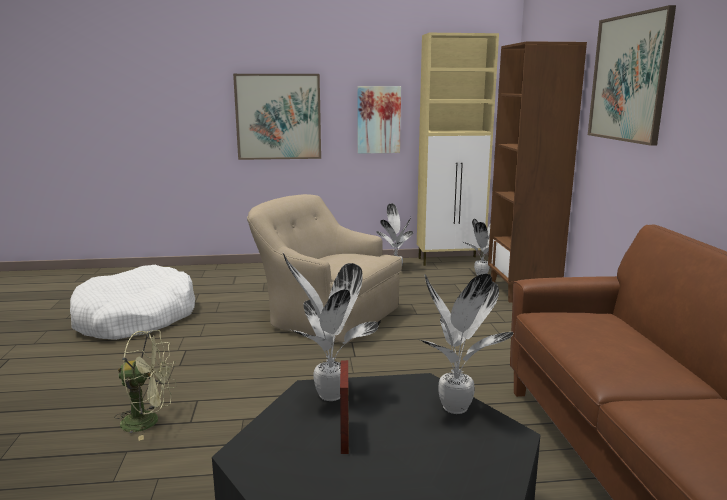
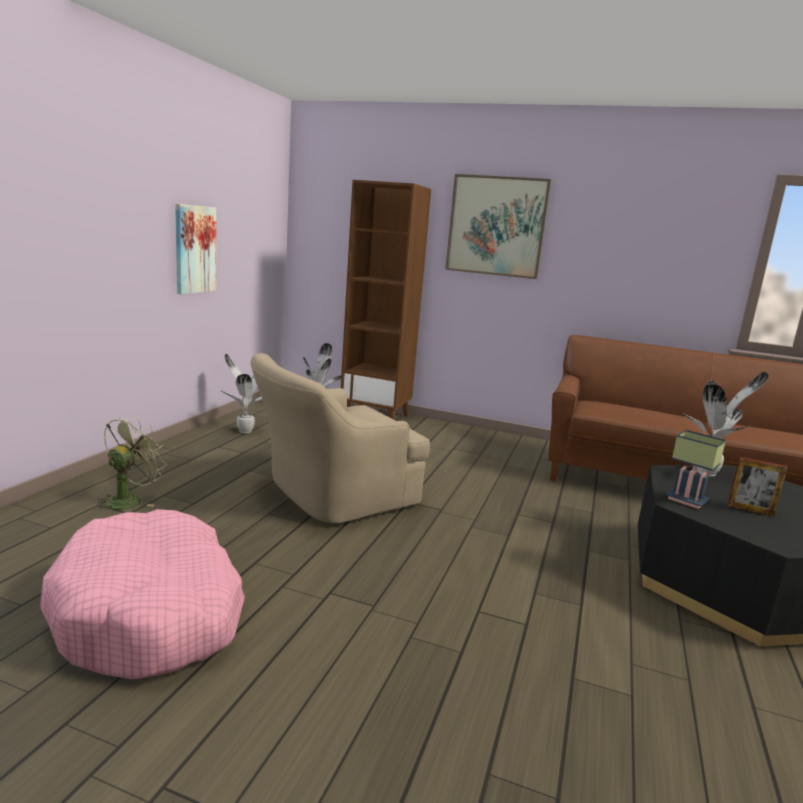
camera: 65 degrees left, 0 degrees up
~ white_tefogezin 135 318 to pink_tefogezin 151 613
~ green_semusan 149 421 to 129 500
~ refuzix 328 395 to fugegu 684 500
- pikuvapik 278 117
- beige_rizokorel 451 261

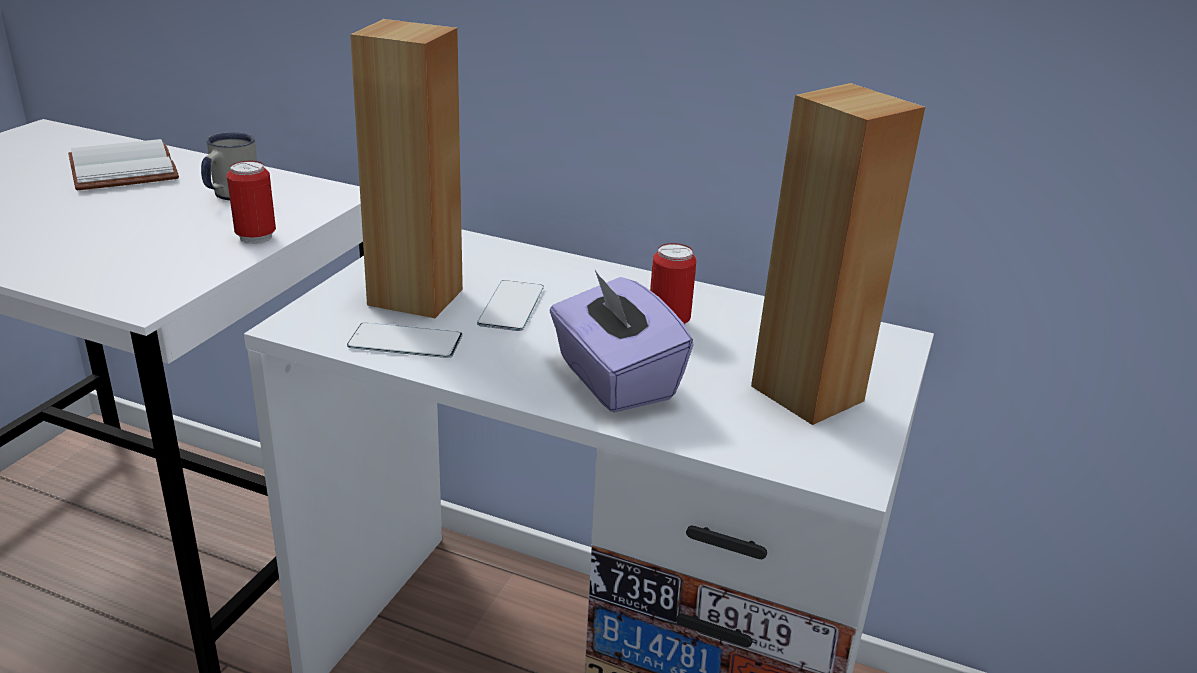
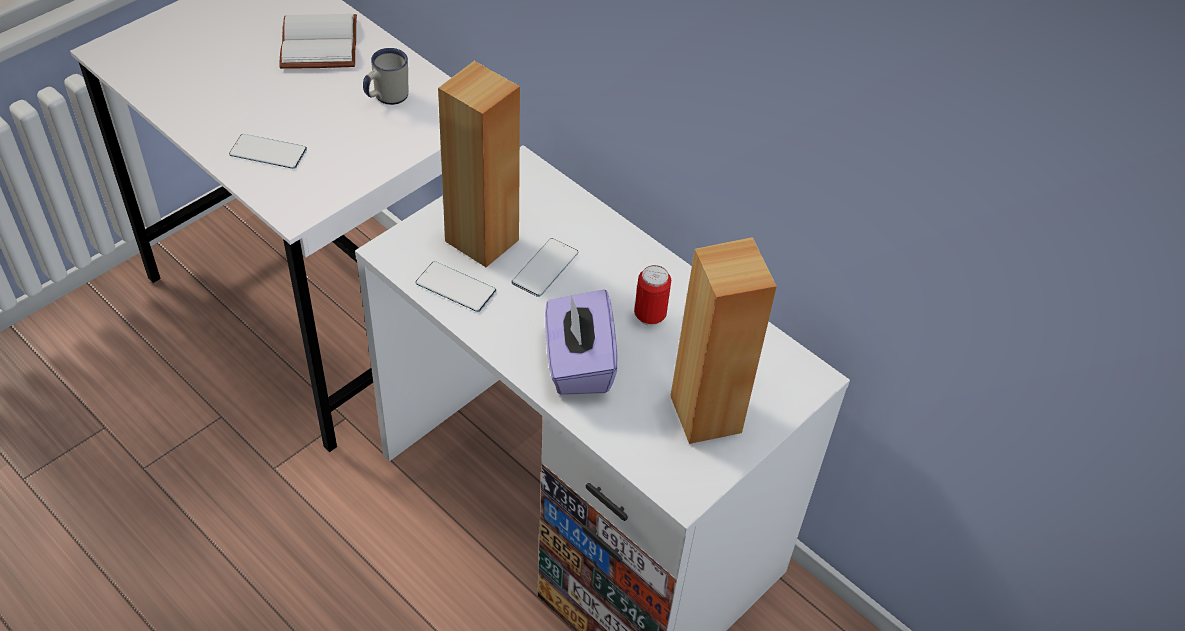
camera: 20 degrees right, 20 degrees up
+ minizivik 268 152
- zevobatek 256 237

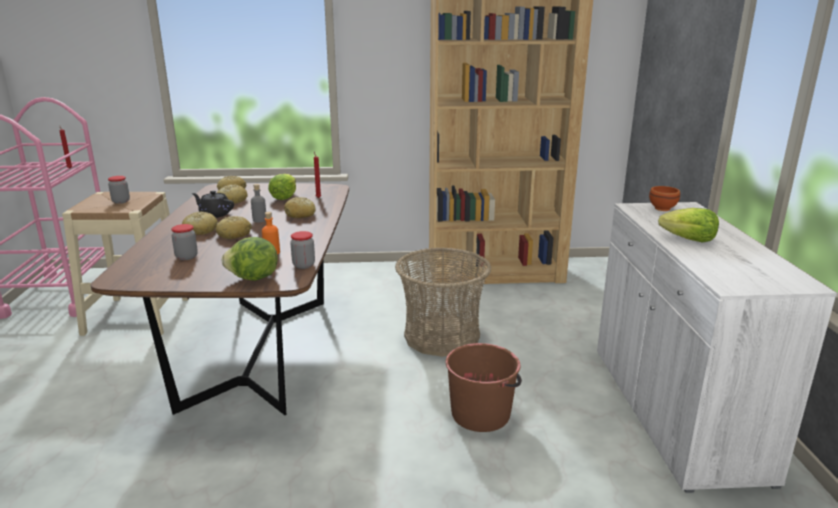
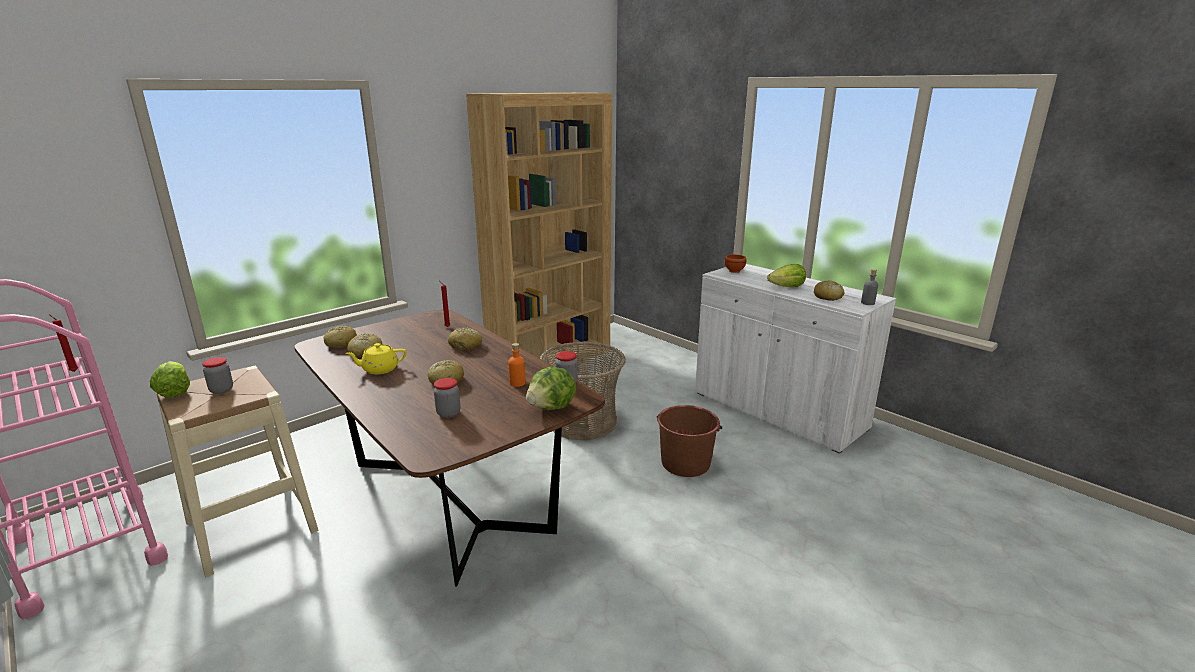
camera: 40 degrees left, 0 degrees up
~ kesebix 284 197 to 174 392
~ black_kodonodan 215 214 to yellow_kodonodan 379 369
~ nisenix 200 231 to 827 297
~ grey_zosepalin 259 220 to 867 303

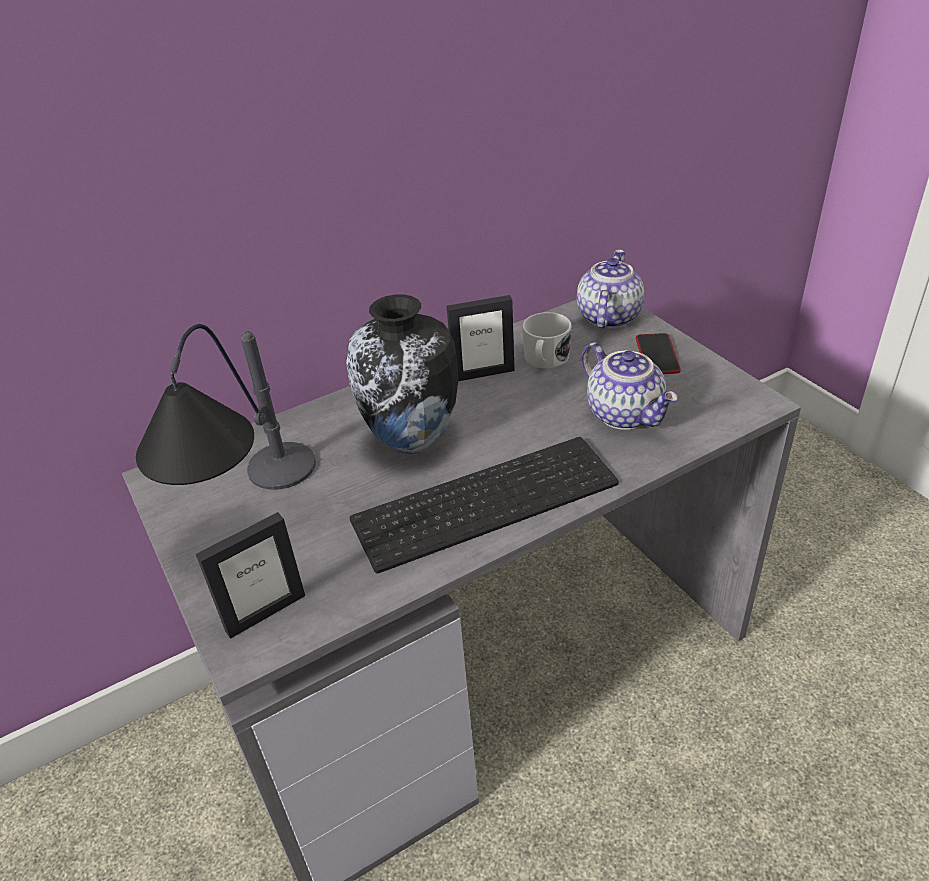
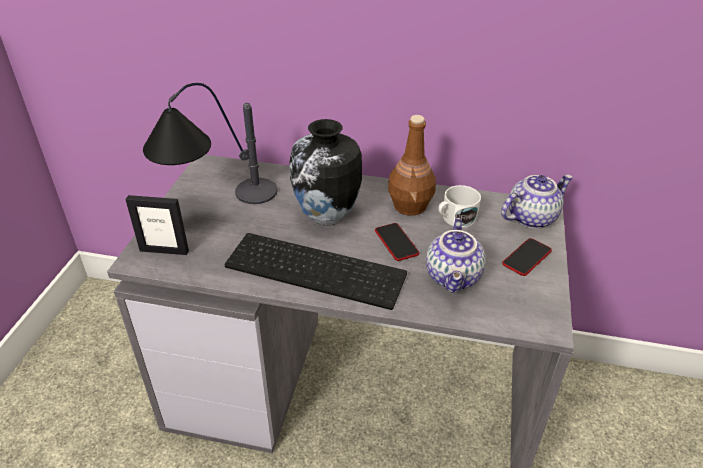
camera: 40 degrees right, 0 degrees up
+ minizivik 396 242
~ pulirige 483 373 to brown_zosepalin 410 206

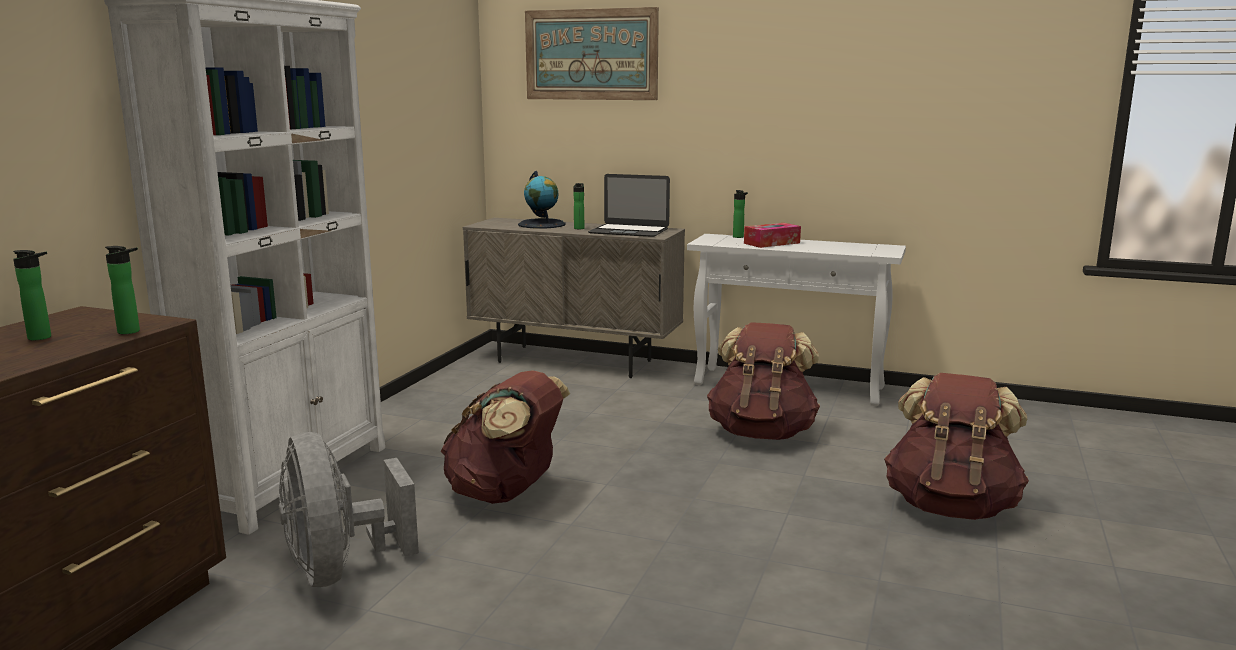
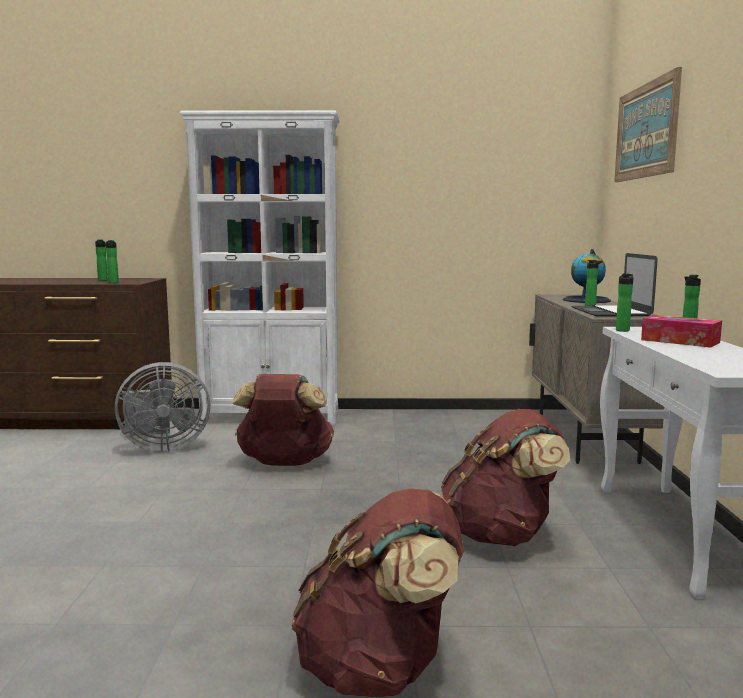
camera: 70 degrees right, 5 degrees down
~ grey_semusan 340 570 = 162 447 150 degrees counterclockwise
+ zosepalin 623 330

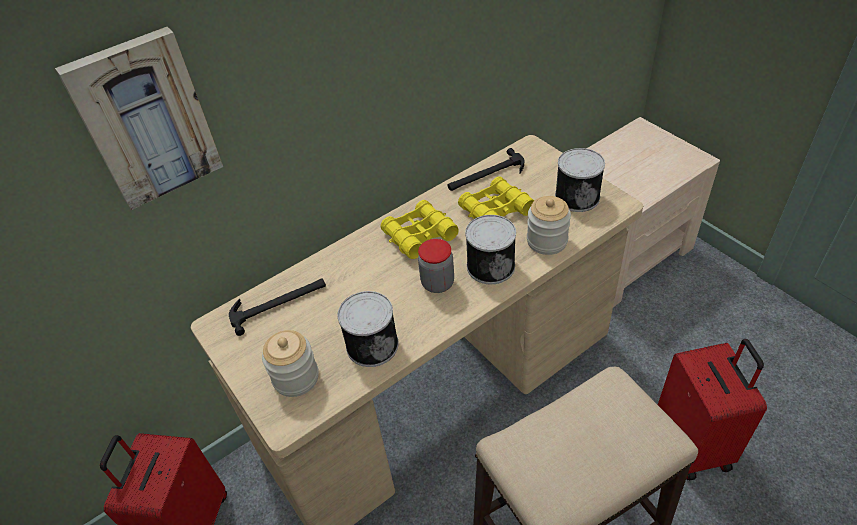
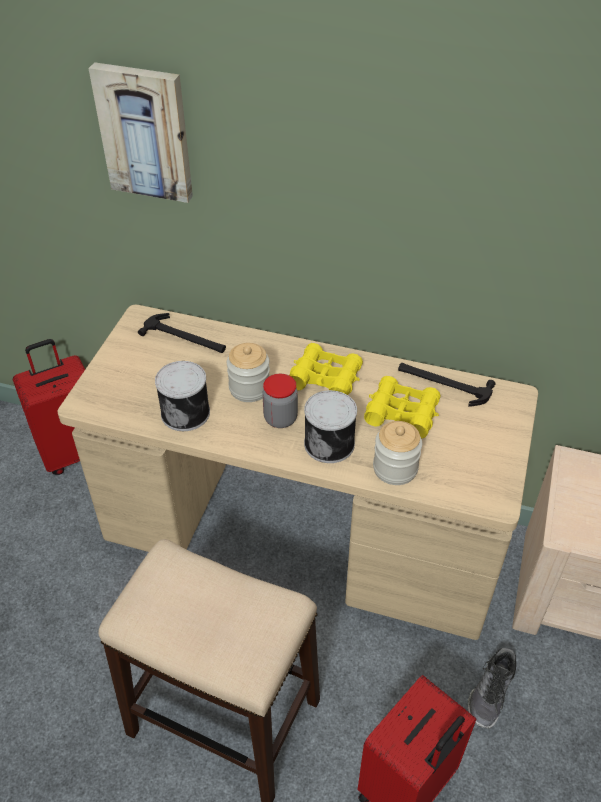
camera: 50 degrees right, 0 degrees up
~ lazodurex 296 377 to 249 388
+ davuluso 491 693
- zevobatek 577 196

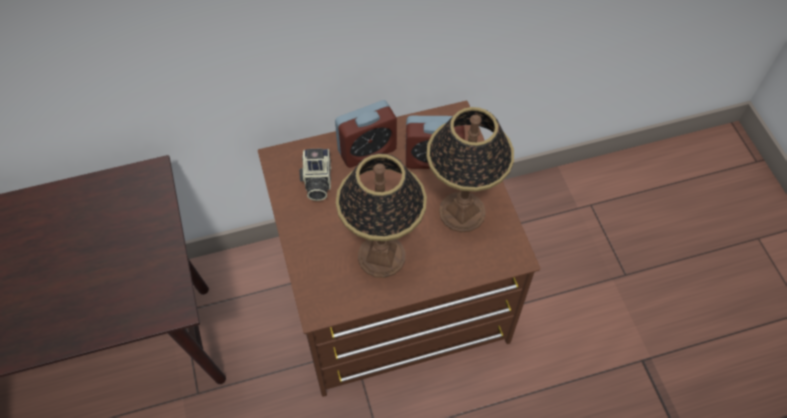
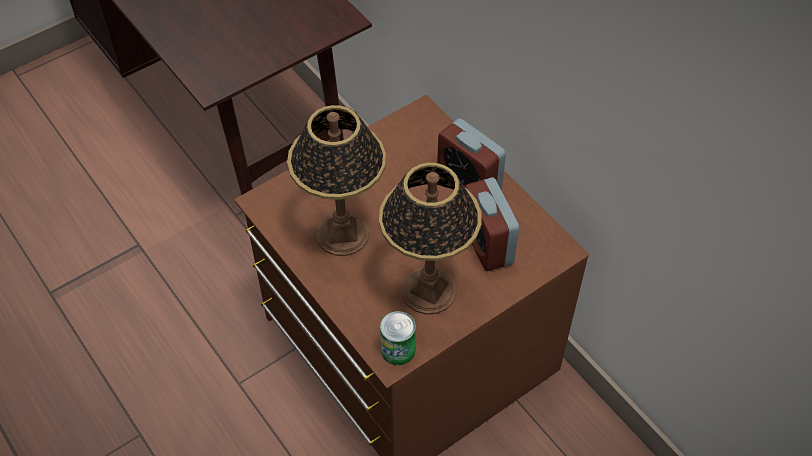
camera: 70 degrees right, 5 degrees down
+ zevobatek 398 350
- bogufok 316 181

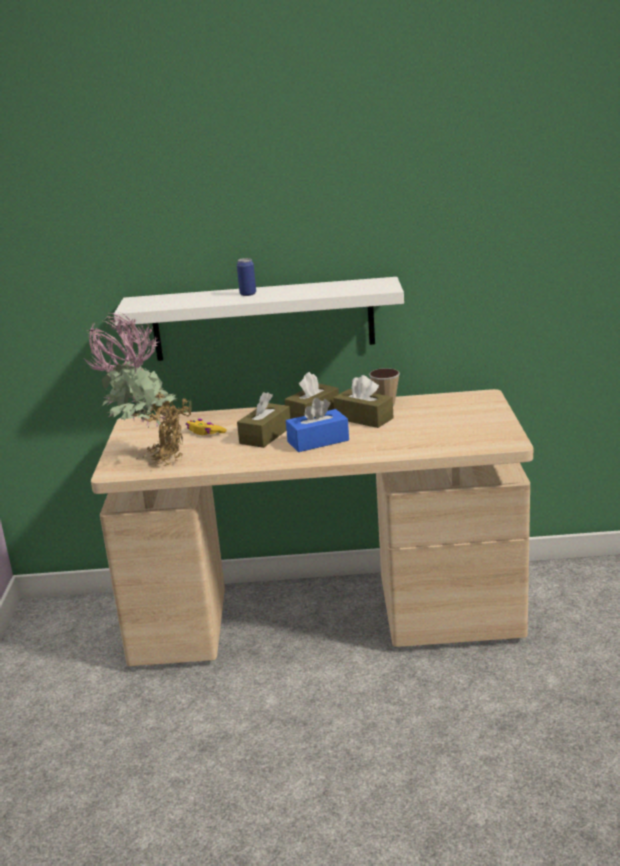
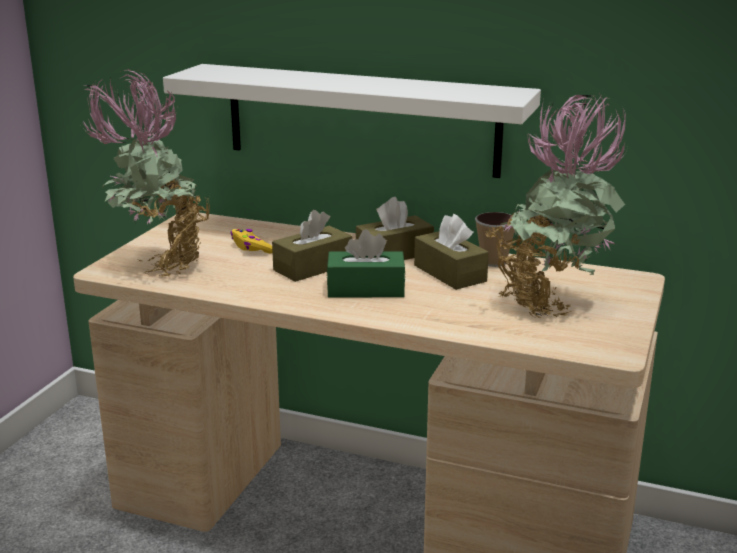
camera: 20 degrees right, 0 degrees up
~ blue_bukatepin 318 441 to green_bukatepin 366 289
+ refuzix 549 303
- zevobatek 248 294

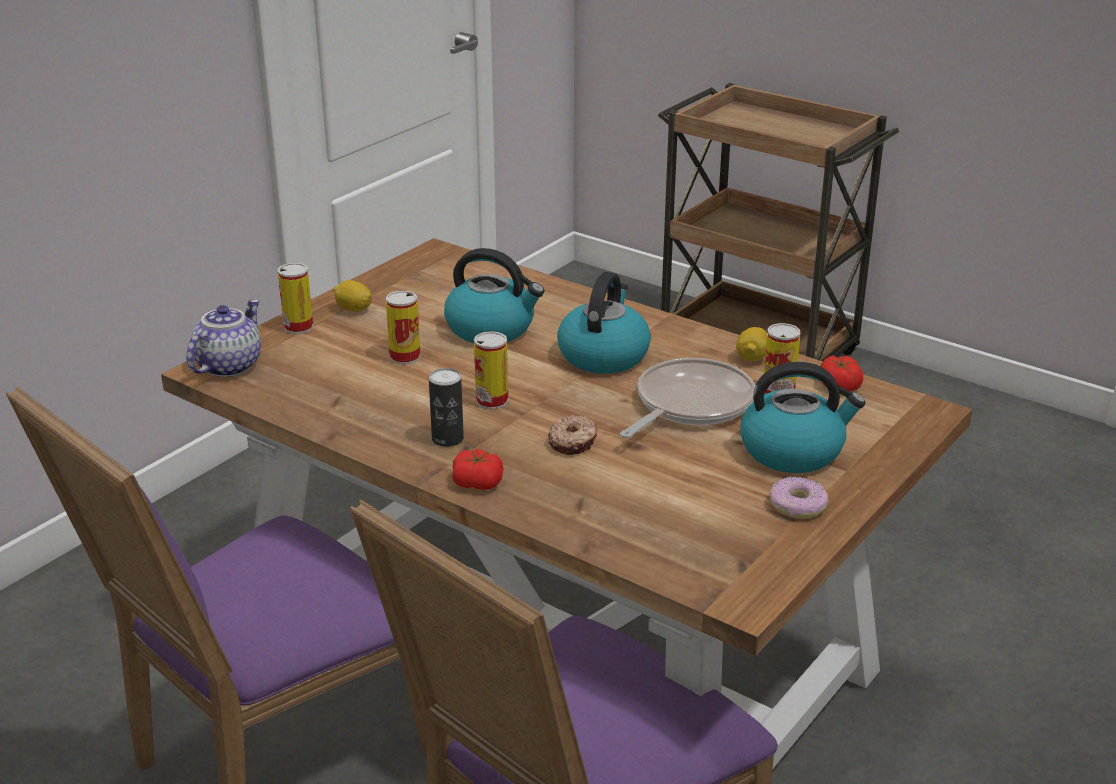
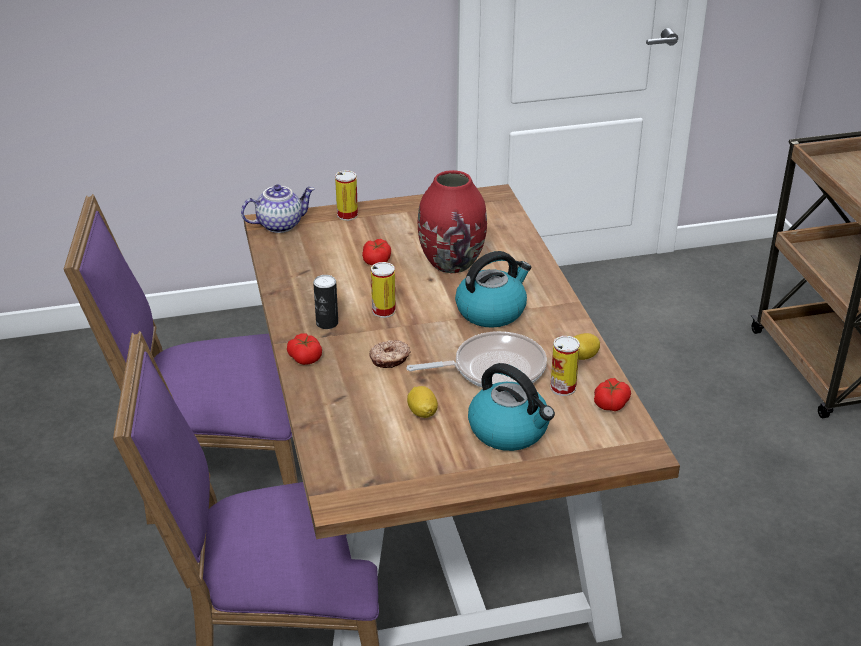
camera: 40 degrees right, 5 degrees up
~ zevobatek 405 357 to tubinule 377 260
~ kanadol 354 309 to 422 412
~ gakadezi 492 328 to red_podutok 452 263
- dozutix 797 506

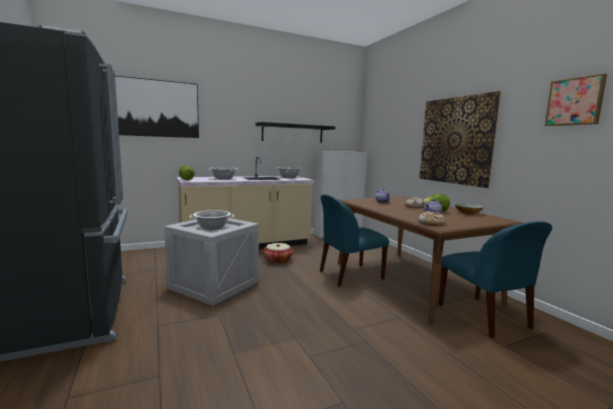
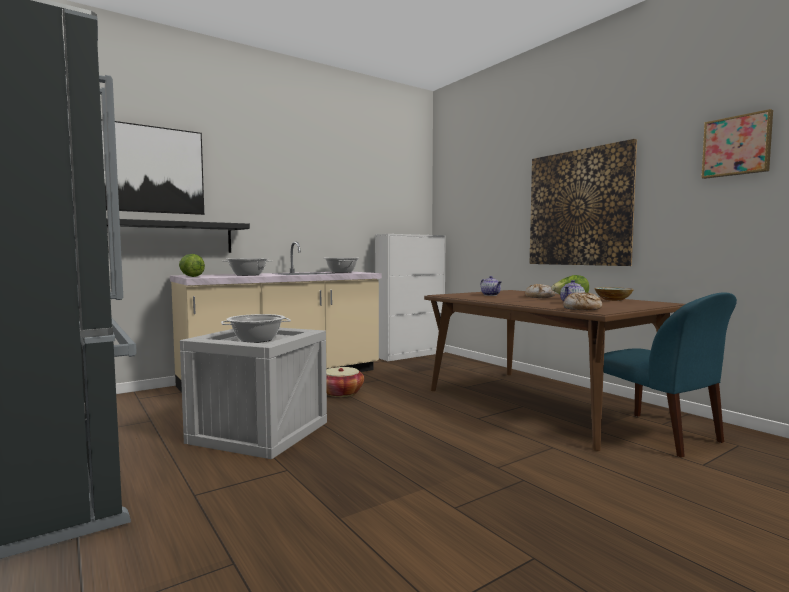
camera: 10 degrees left, 5 degrees down
~ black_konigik 293 133 to 171 237
- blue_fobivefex 349 275

